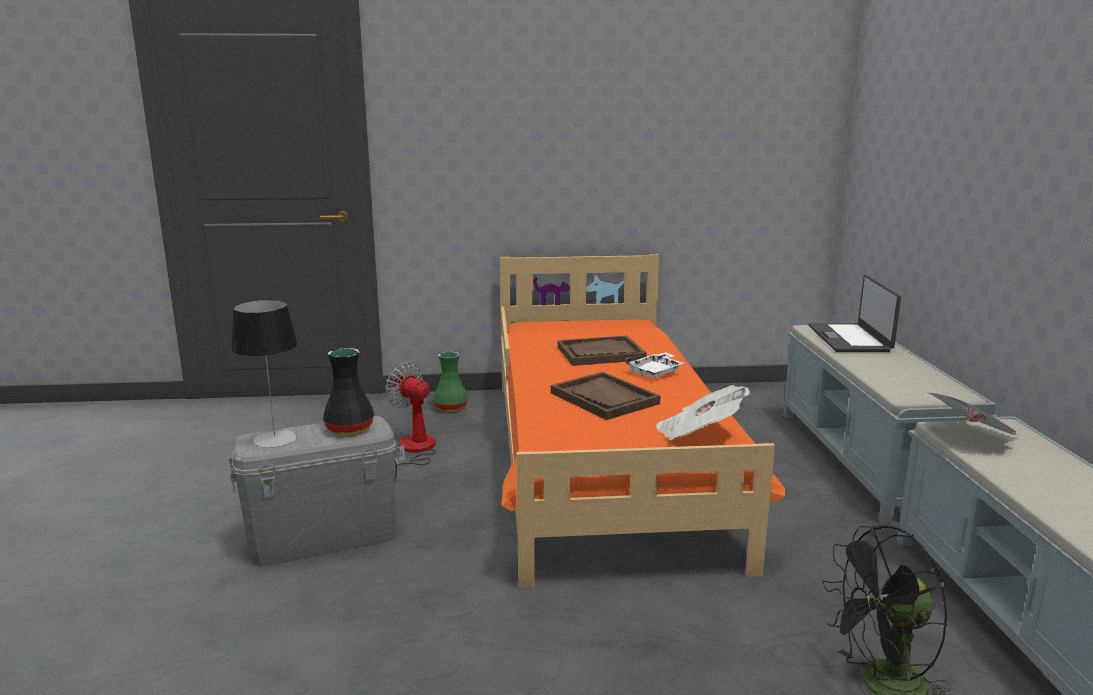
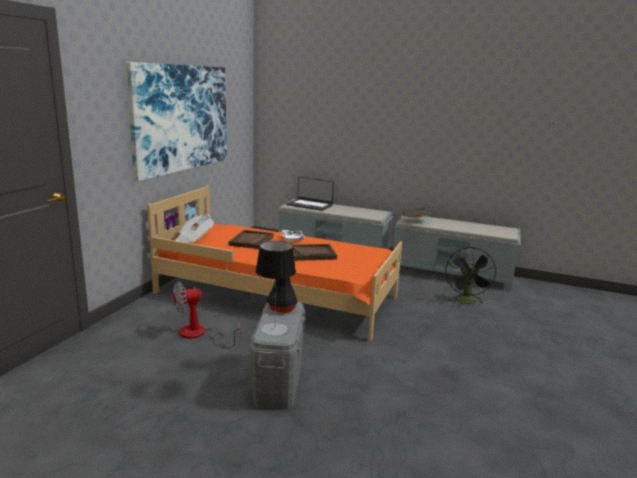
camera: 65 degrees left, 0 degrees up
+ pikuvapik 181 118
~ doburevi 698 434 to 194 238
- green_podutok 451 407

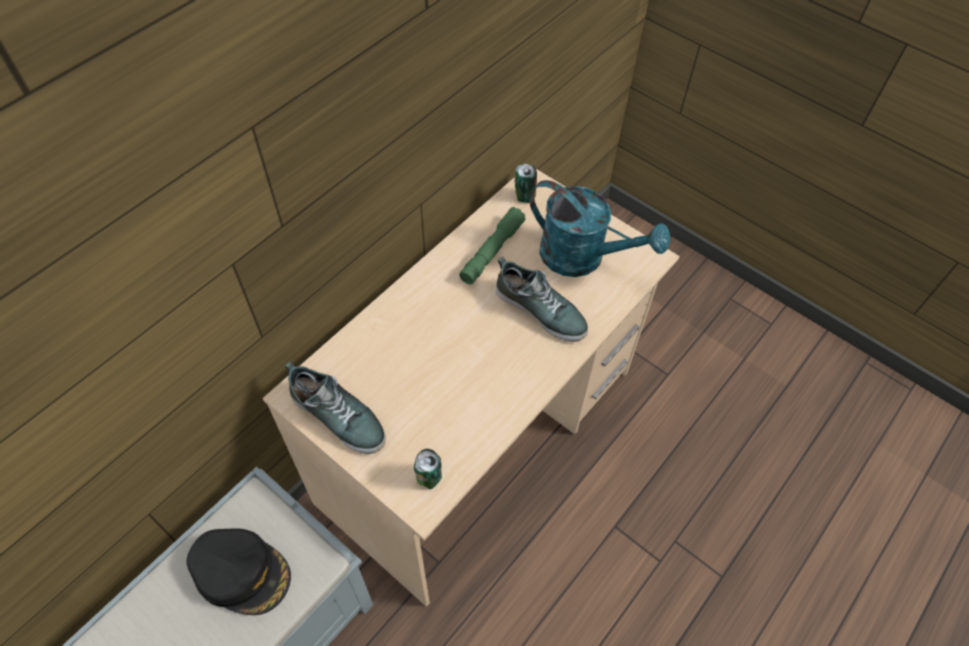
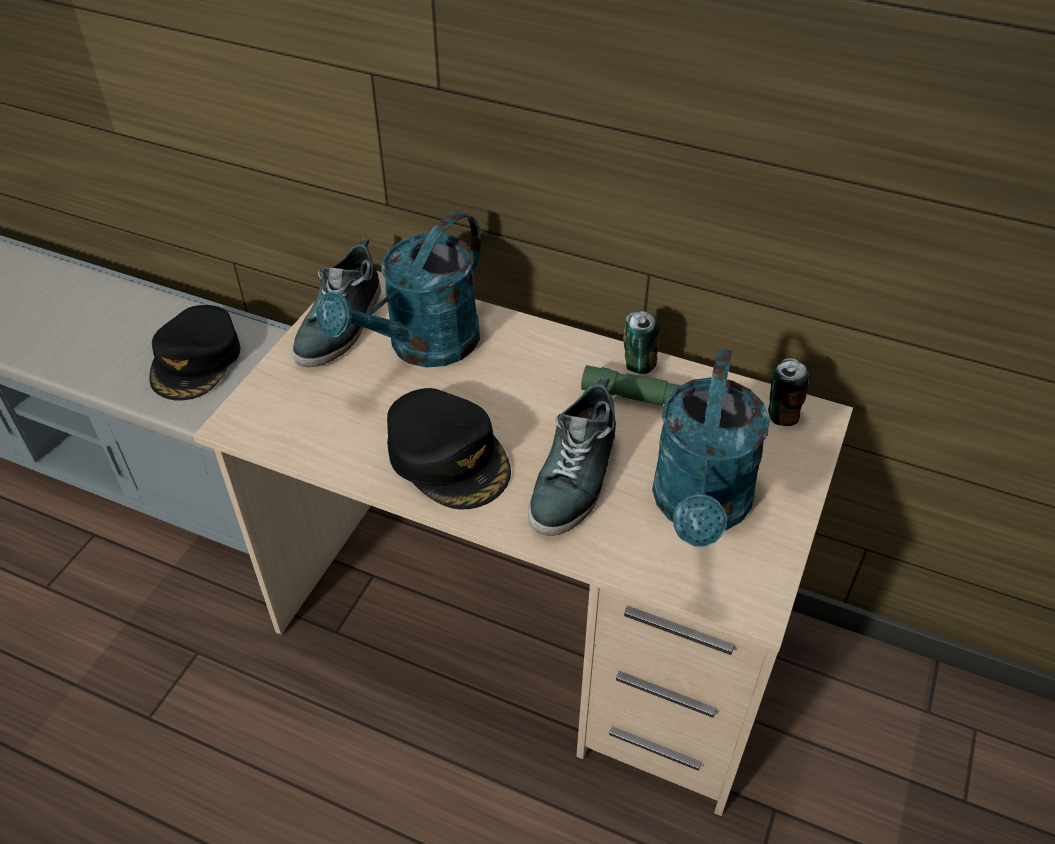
camera: 75 degrees right, 10 degrees down
+ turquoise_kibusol 422 347
+ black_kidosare 449 457
~ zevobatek 428 479 to 638 364

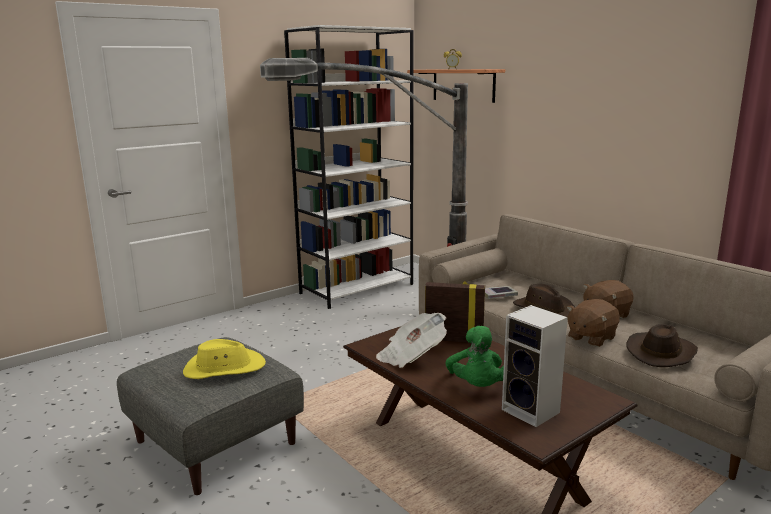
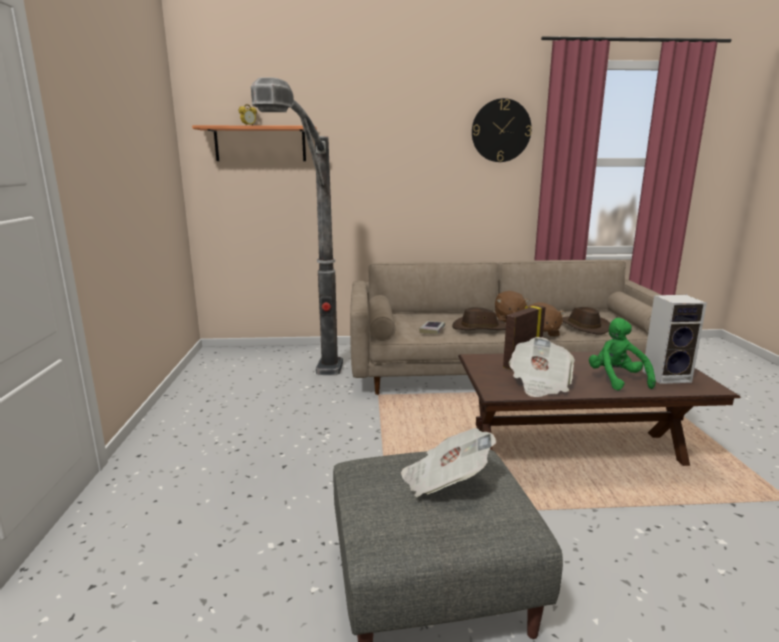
camera: 55 degrees left, 0 degrees up
~ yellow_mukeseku 224 368 to doburevi 445 482
+ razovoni 501 130
~ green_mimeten 478 387 = 616 379 135 degrees counterclockwise
- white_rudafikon 357 288

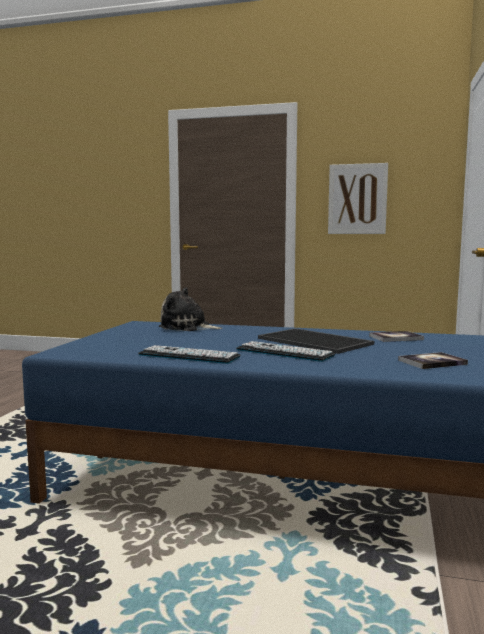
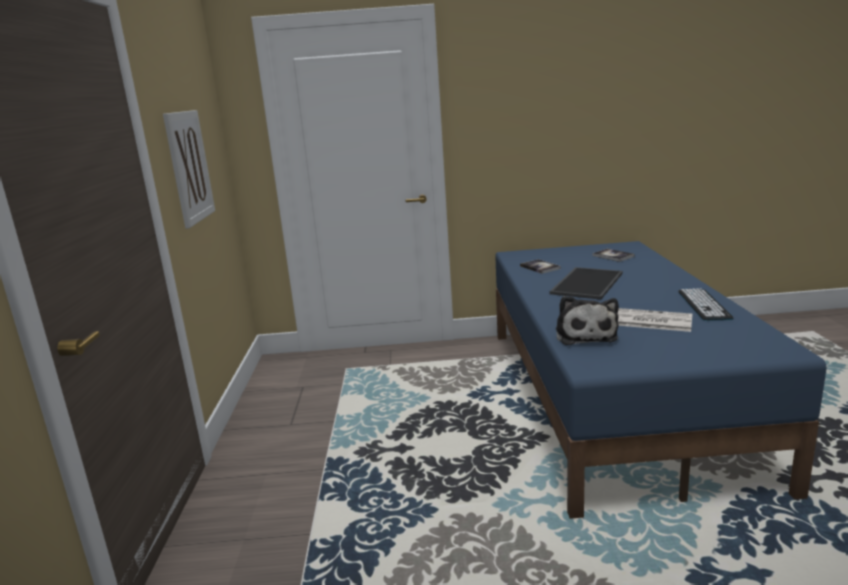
camera: 105 degrees left, 10 degrees up
+ doburevi 650 321
- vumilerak 284 352

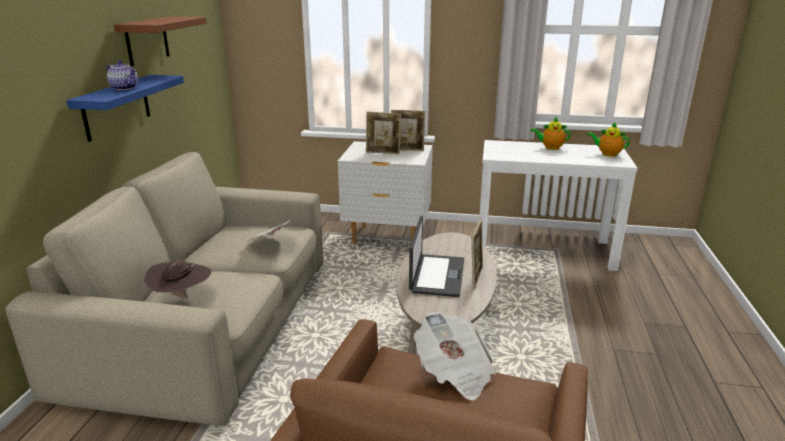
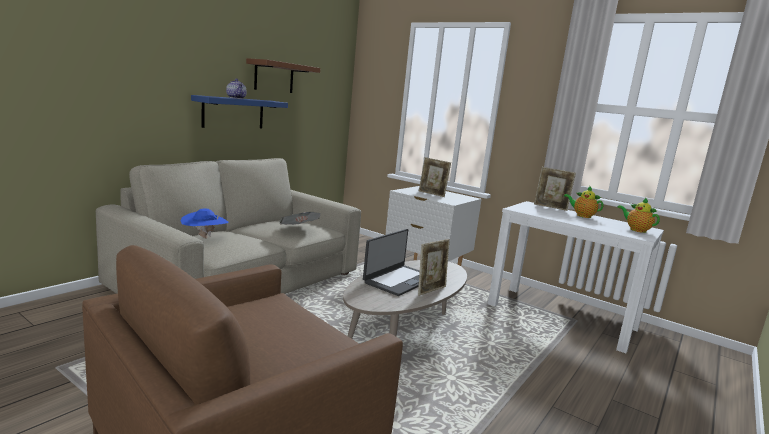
camera: 25 degrees right, 10 degrees down
~ brown_mukeseku 182 297 to blue_mukeseku 204 238
~ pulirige 407 150 to 551 207
- doburevi 454 372

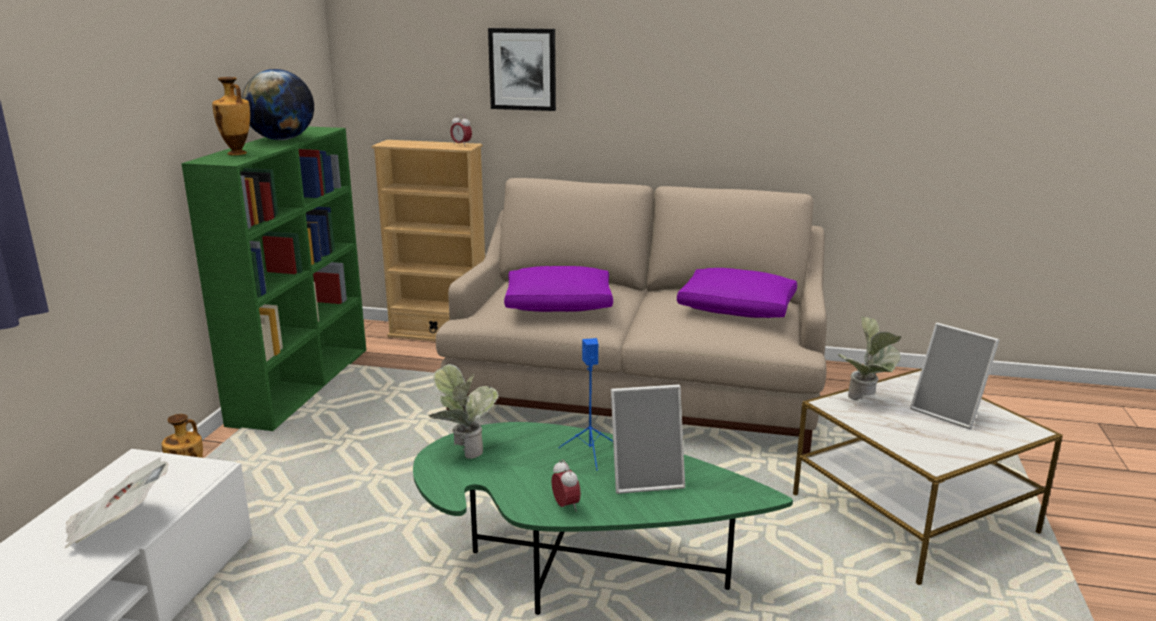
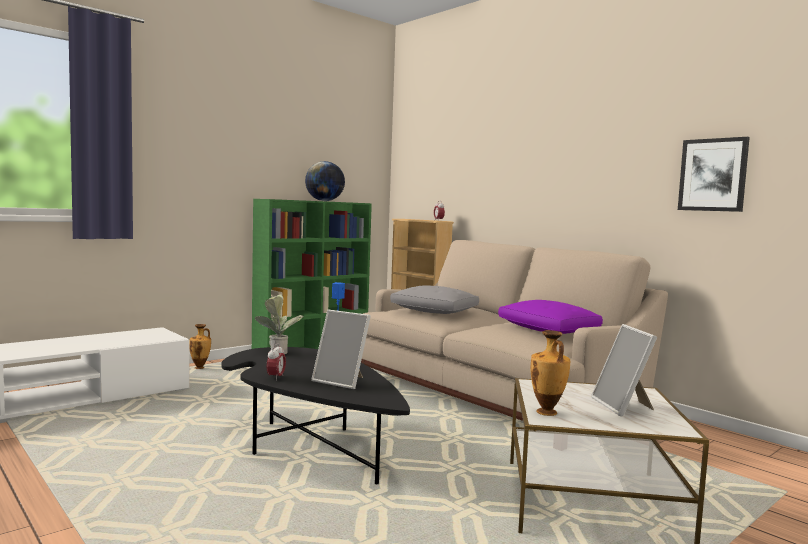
camera: 35 degrees right, 15 degrees down
~ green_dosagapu 575 567 to black_dosagapu 310 446
~ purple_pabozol 560 305 to grey_pabozol 435 311
~ podutok 237 153 to 547 413
~ pikuvapik 523 69 to 713 175
- doburevi 118 526
- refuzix 866 400

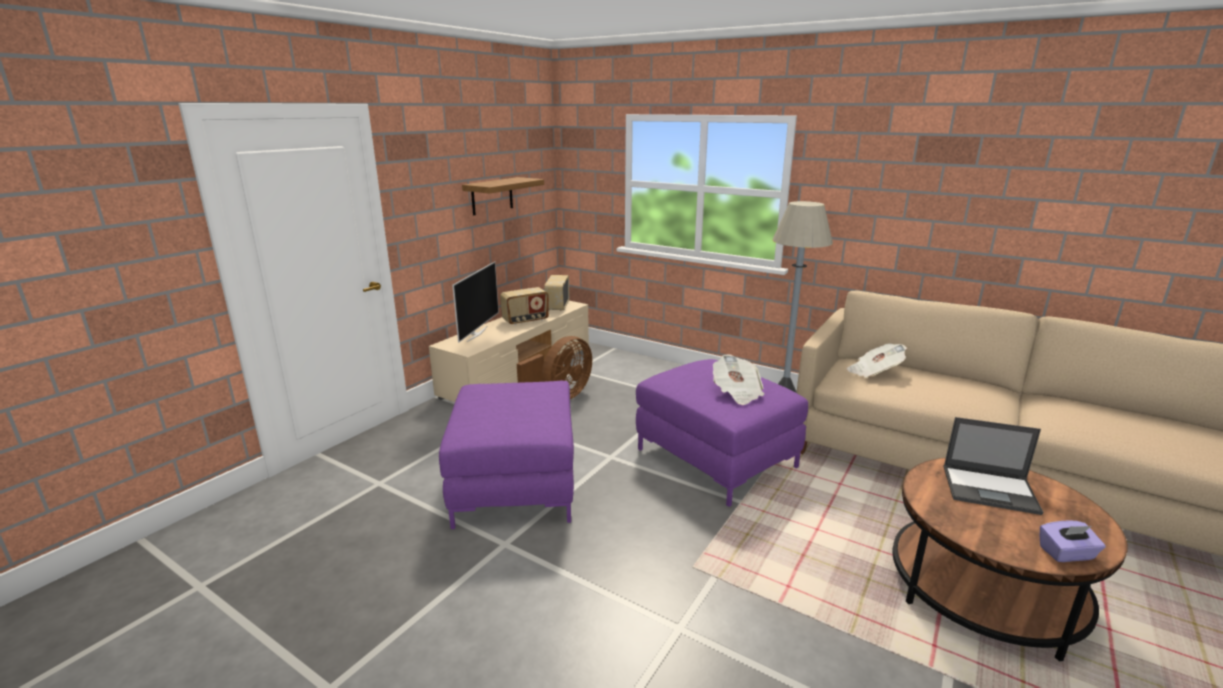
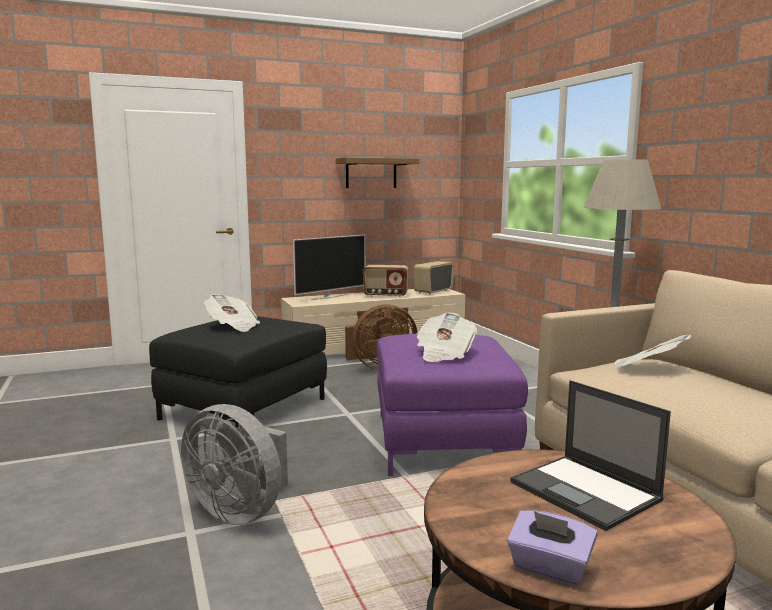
camera: 35 degrees right, 10 degrees down
~ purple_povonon 515 483 to black_povonon 244 408
+ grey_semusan 240 511
+ doburevi 233 326

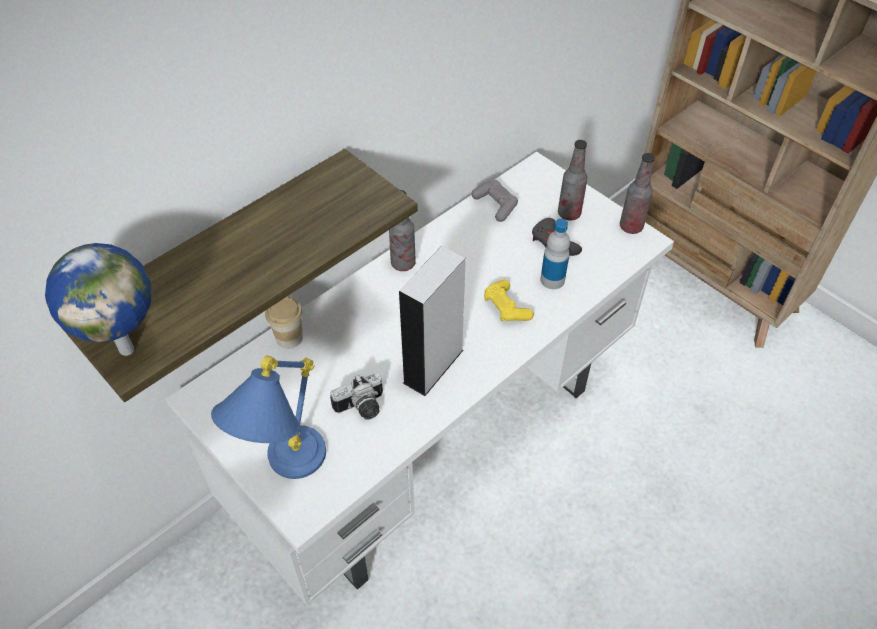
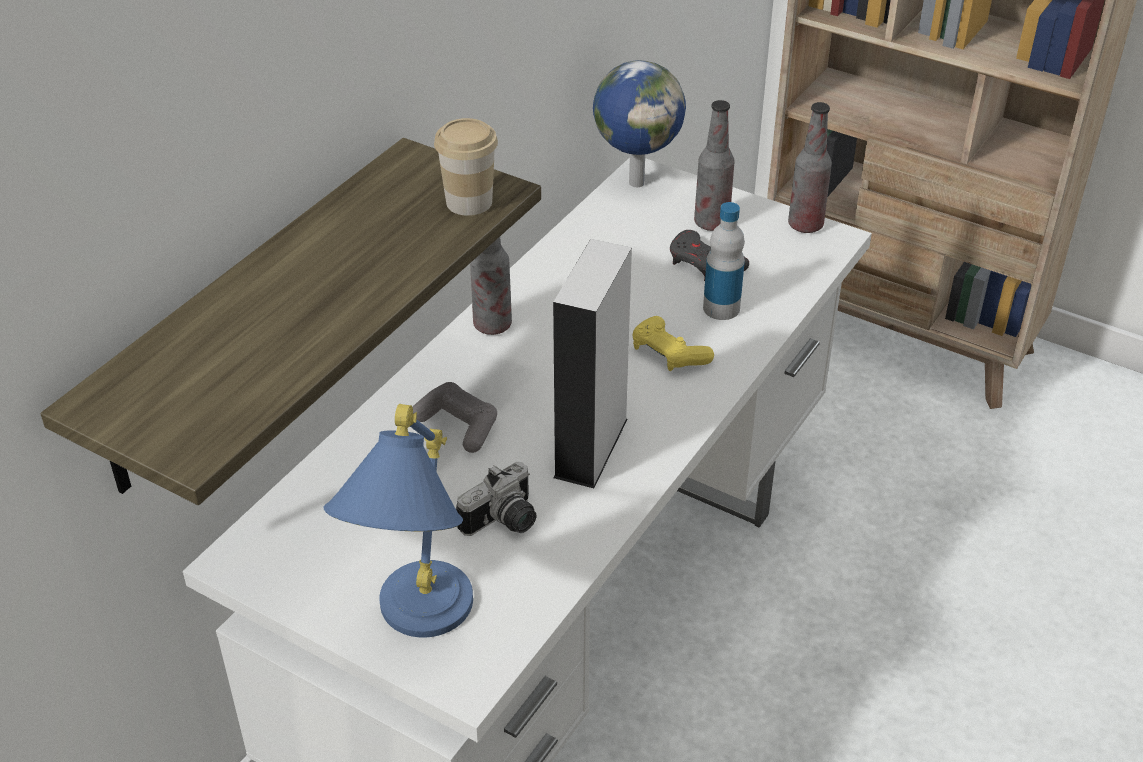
camera: 15 degrees left, 10 degrees down
~ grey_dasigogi 495 205 to 458 425
~ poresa 289 338 to 469 202
~ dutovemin 127 348 to 636 182

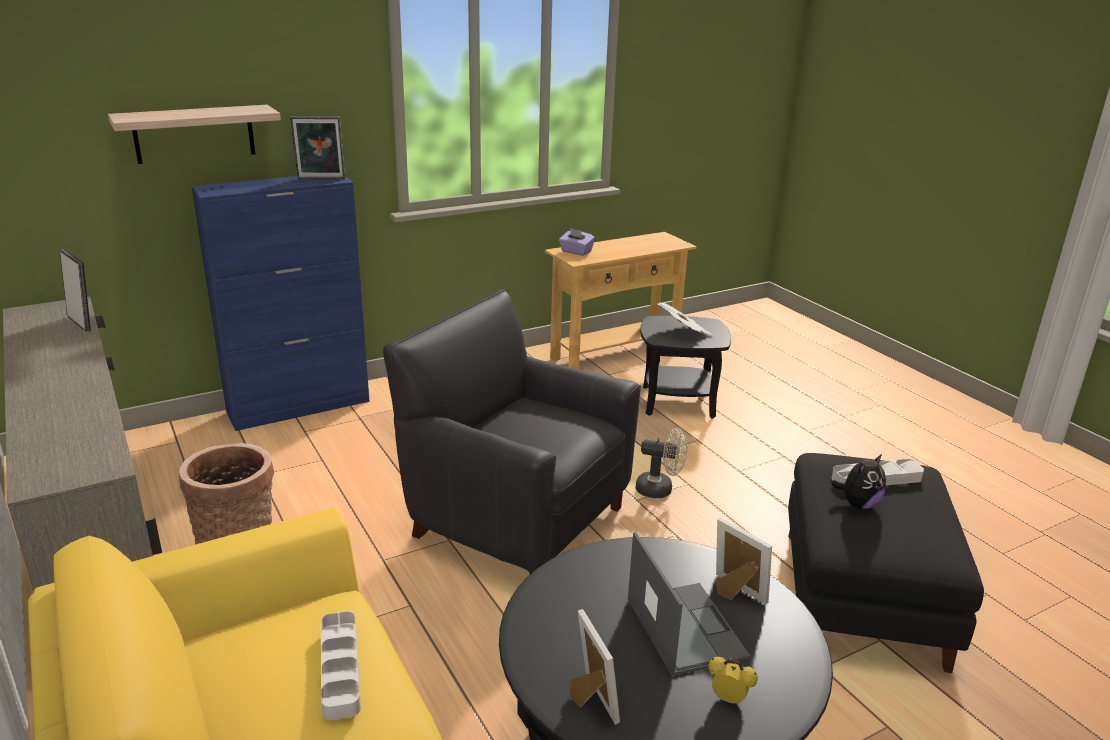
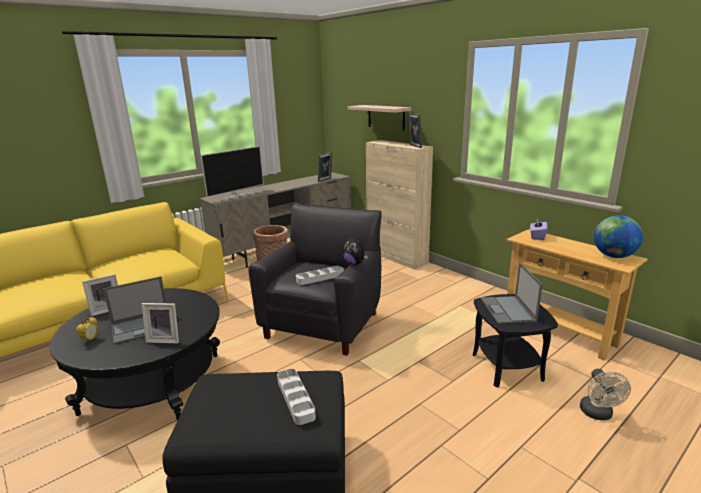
camera: 80 degrees right, 5 degrees down
~ pulirige 734 593 = 165 339 60 degrees clockwise
+ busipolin 235 195
~ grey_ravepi 340 668 to 320 278
~ mimeten 858 504 to 355 263
~ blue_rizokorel 300 406 to beige_rizokorel 396 257
~ doburevi 683 332 to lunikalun 508 310
~ beige_semusan 660 490 to 598 414
+ dutovemin 613 256

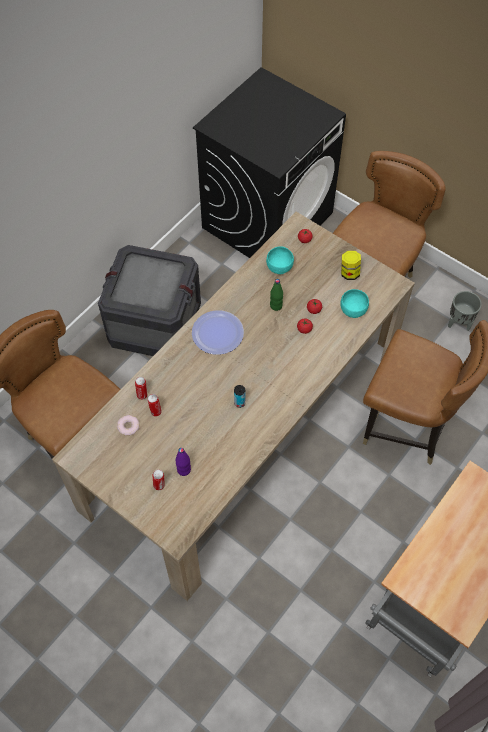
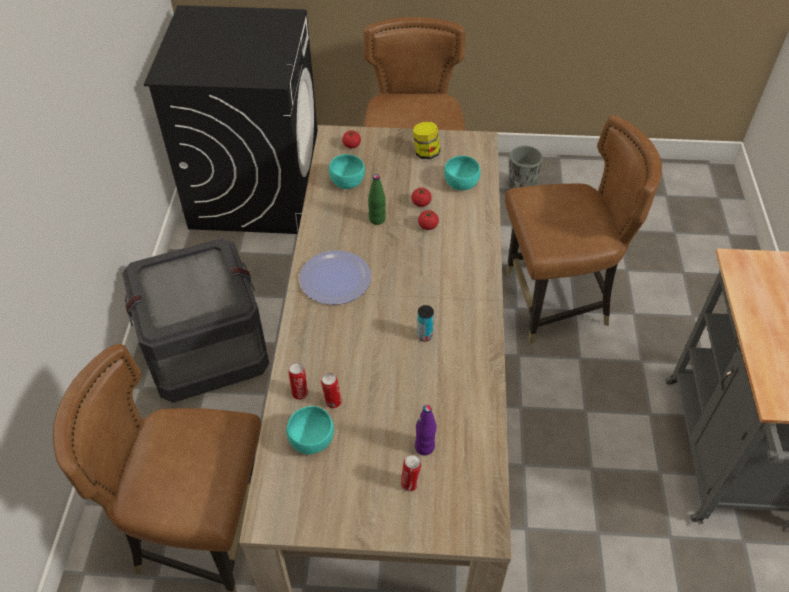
camera: 35 degrees left, 10 degrees down
~ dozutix 128 426 to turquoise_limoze 312 439

